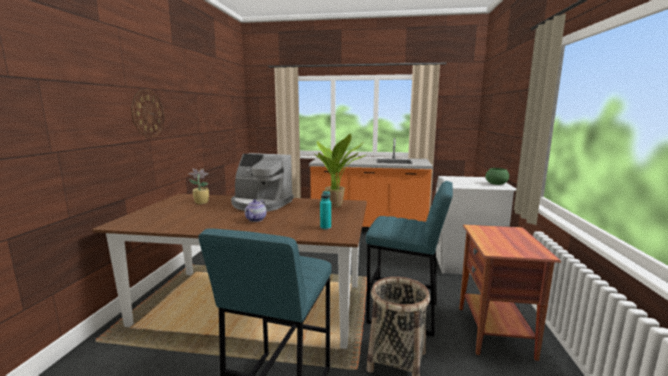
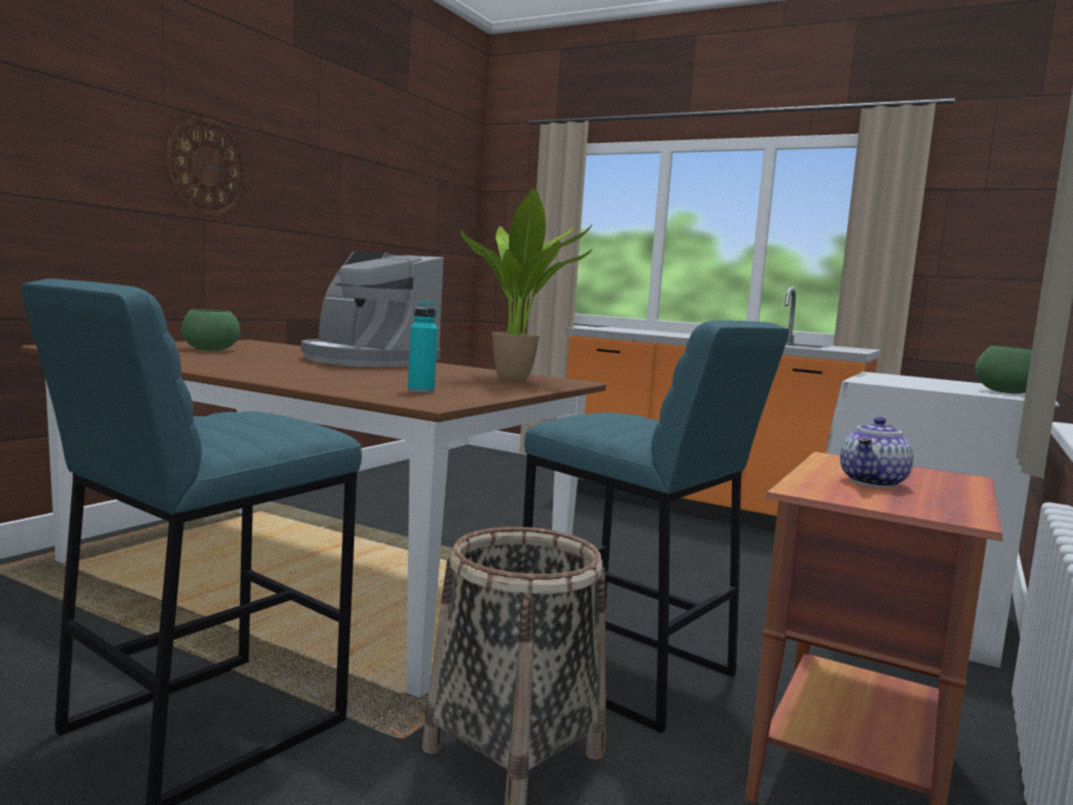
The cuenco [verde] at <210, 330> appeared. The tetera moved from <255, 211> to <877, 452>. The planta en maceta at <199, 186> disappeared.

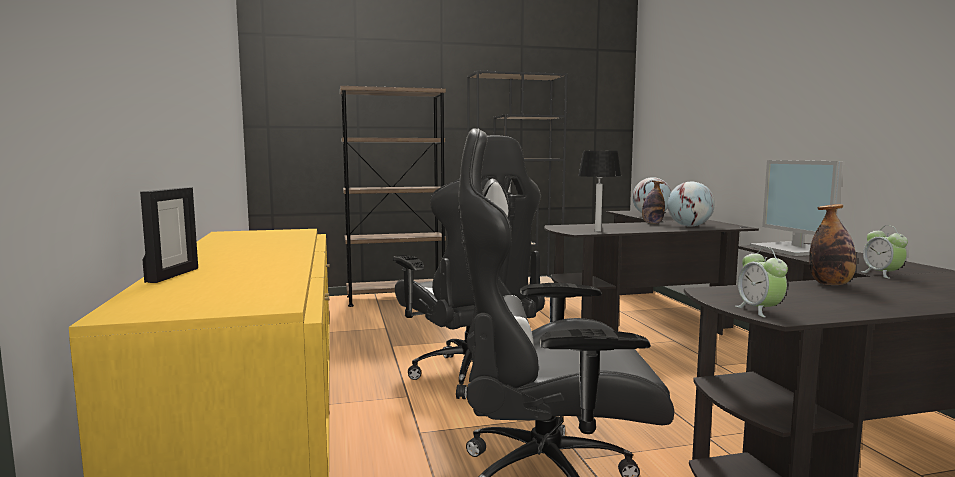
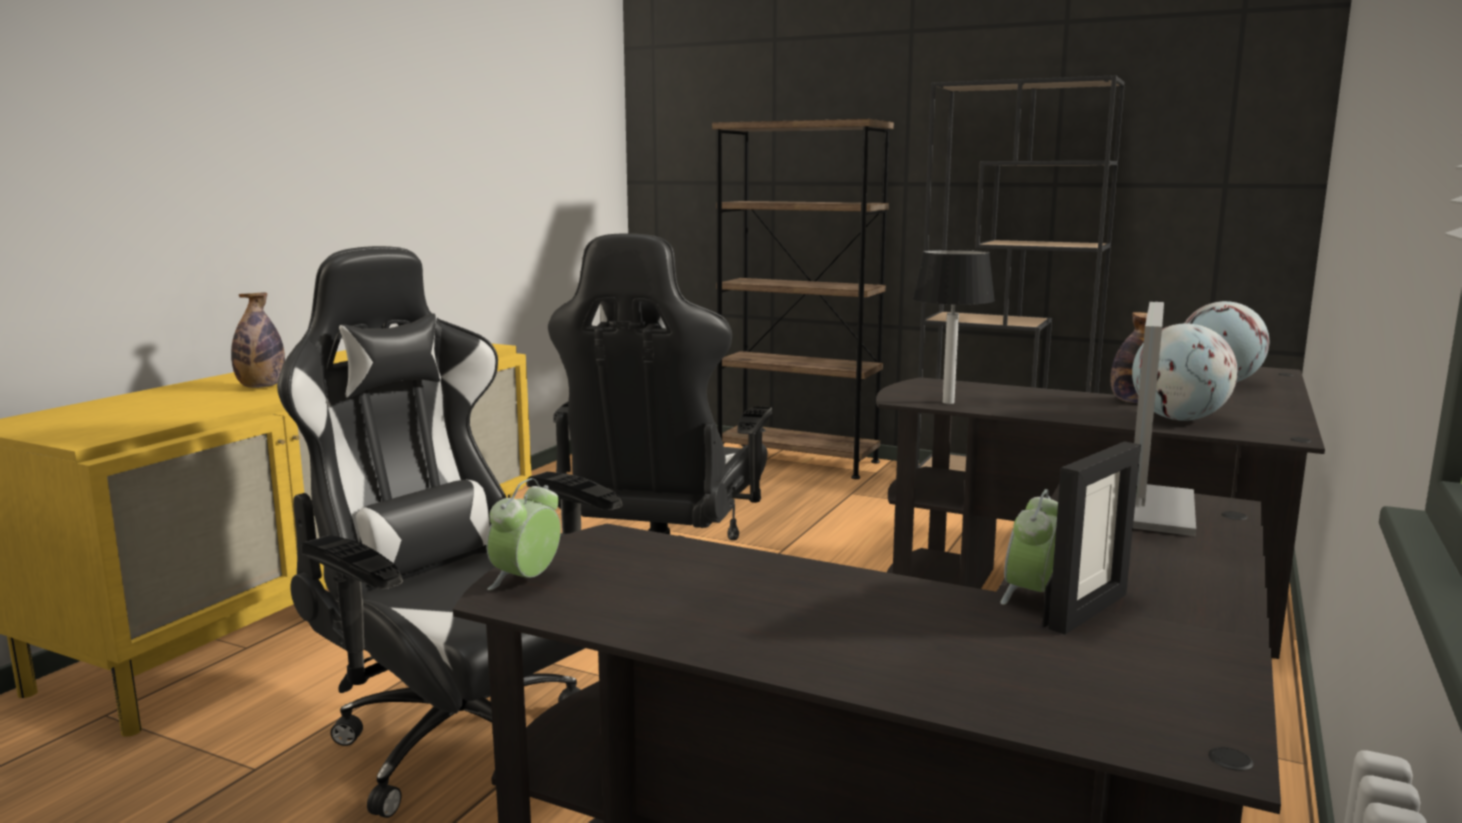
The botella moved from <832, 244> to <258, 340>. The portarretratos moved from <169, 235> to <1091, 538>.

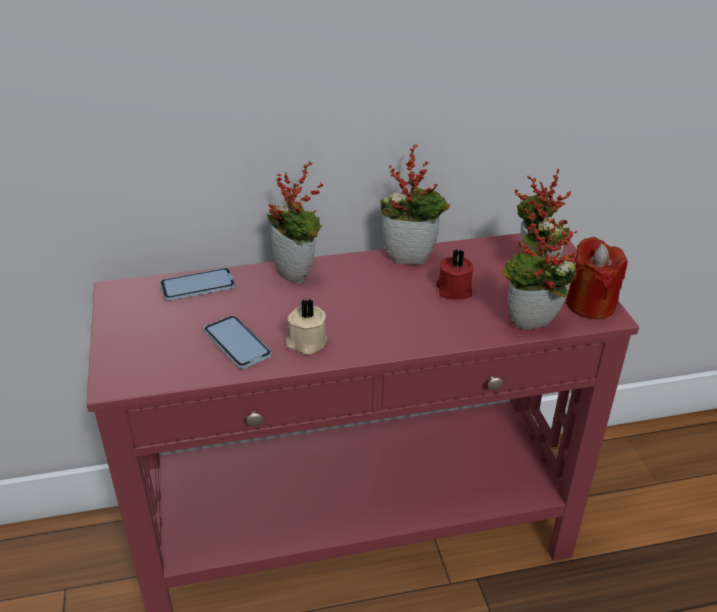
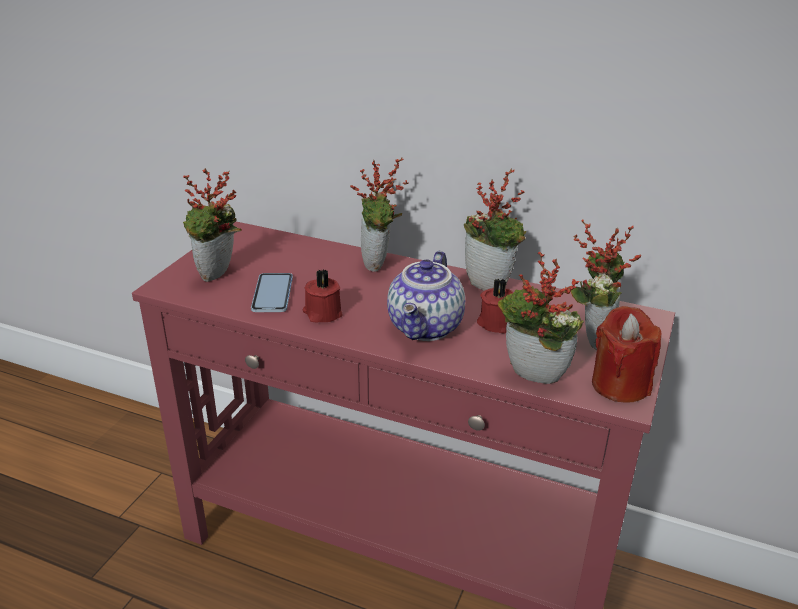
The planta en maceta at <212, 225> appeared. The vela [beis] at <306, 327> became the vela [rojo] at <323, 296>. The tetera at <426, 296> appeared. The móvil at <198, 284> disappeared.

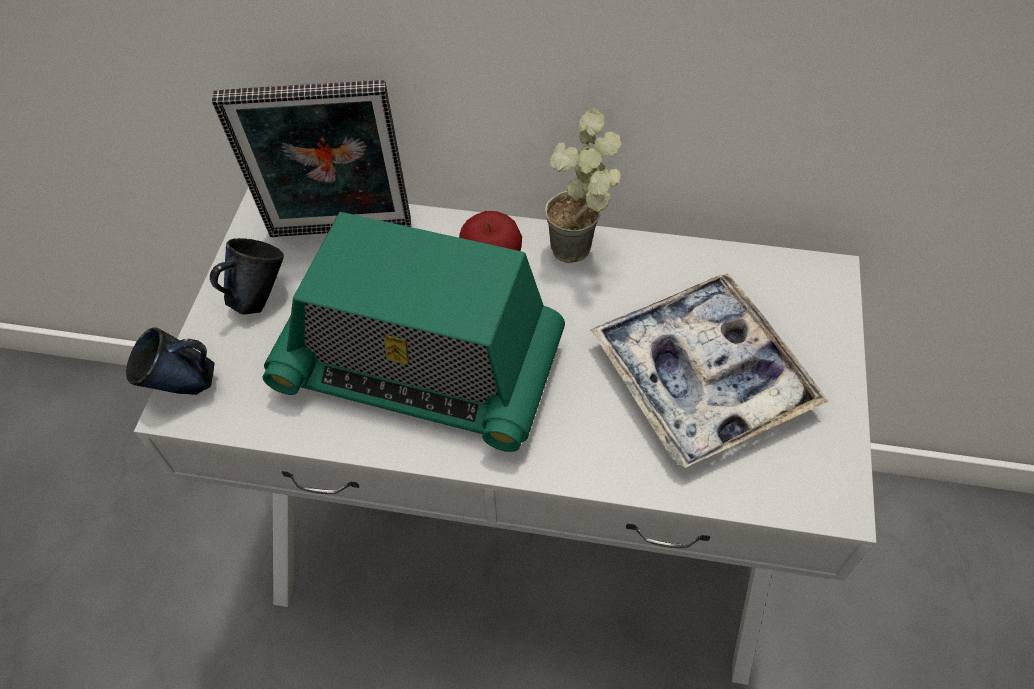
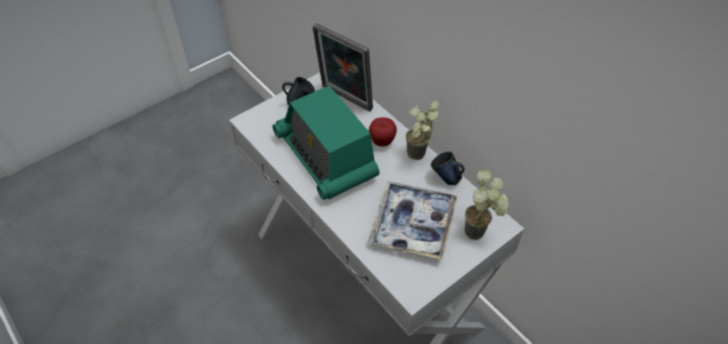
The taza grande [azul] moved from <170, 361> to <448, 168>. The planta en maceta at <486, 204> appeared.

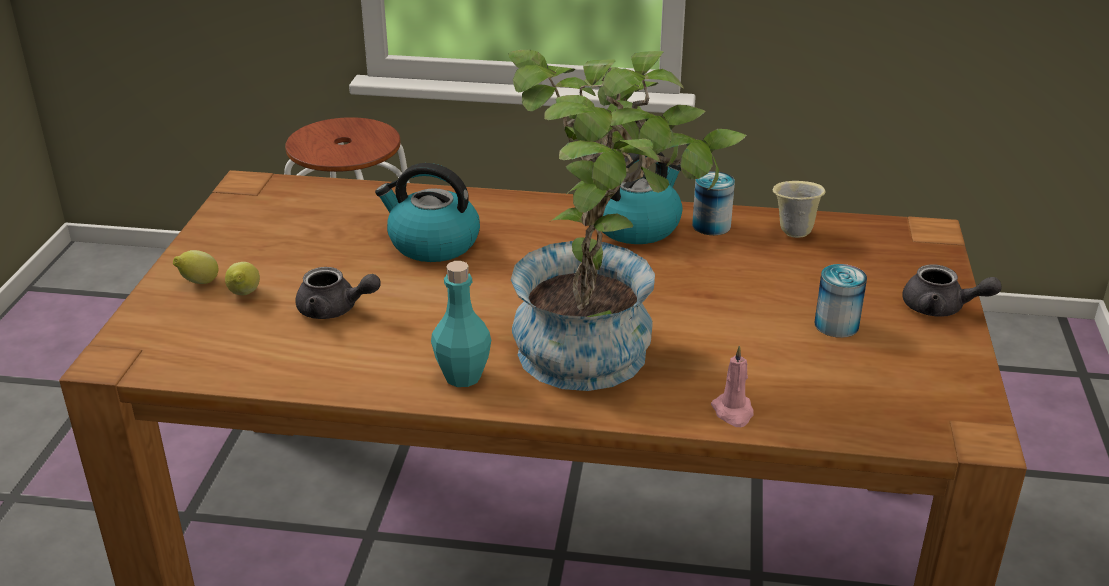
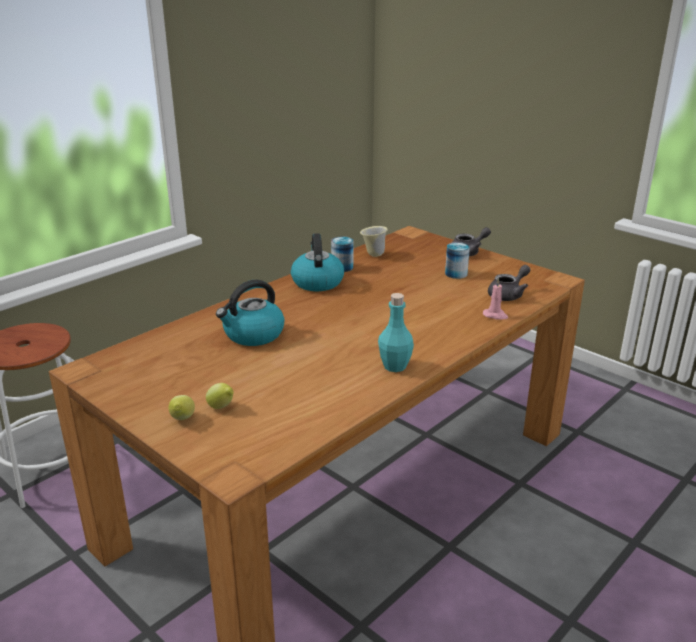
The tetera [gris] moved from <338, 293> to <509, 283>. The planta en maceta at <627, 220> disappeared.

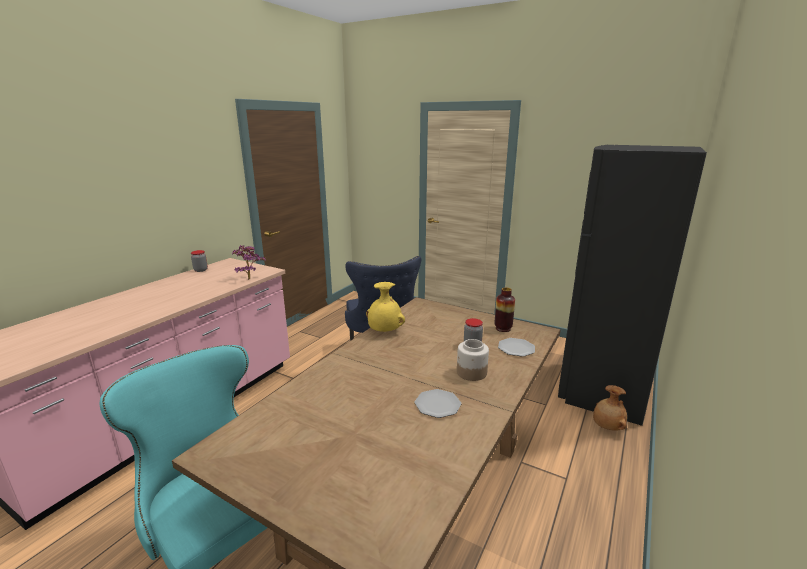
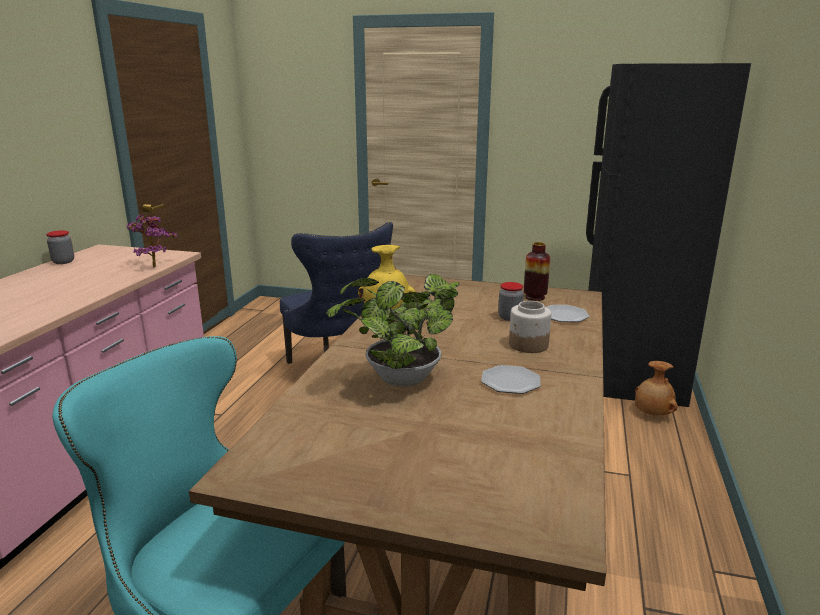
The planta en maceta at <392, 330> appeared.

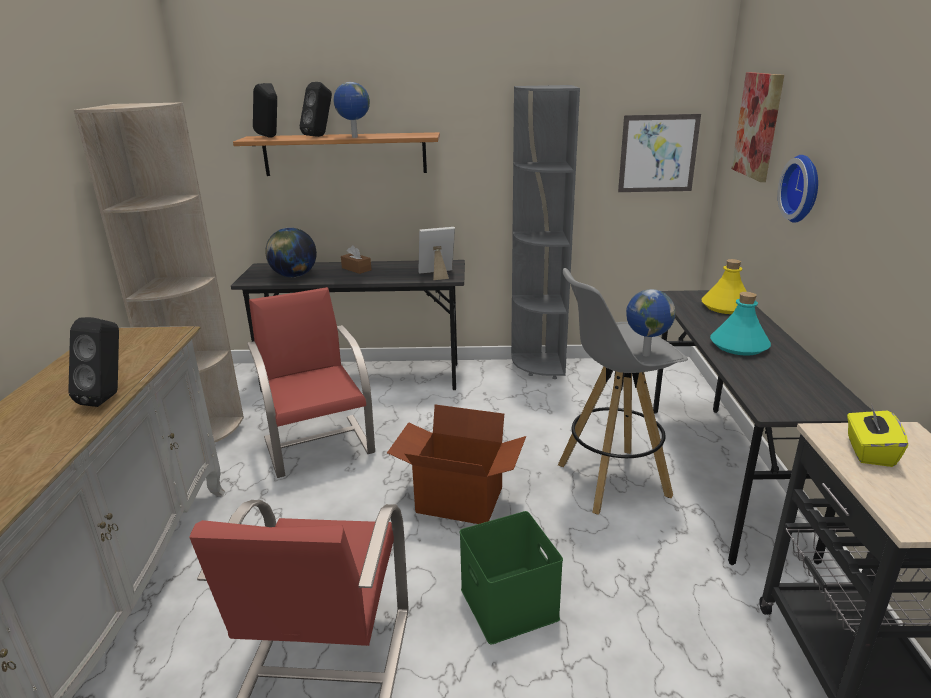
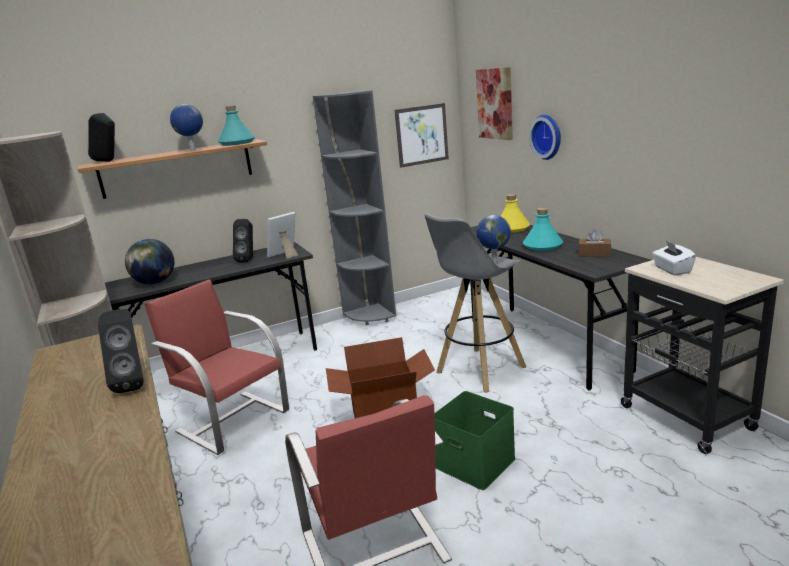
The botella [turquesa] at <236, 126> appeared. The altavoz [negro] moved from <316, 109> to <243, 241>. The caja de pañuelos [marrón] moved from <356, 259> to <594, 243>. The caja de pañuelos [amarillo] at <877, 435> became the caja de pañuelos [blanco] at <674, 257>.

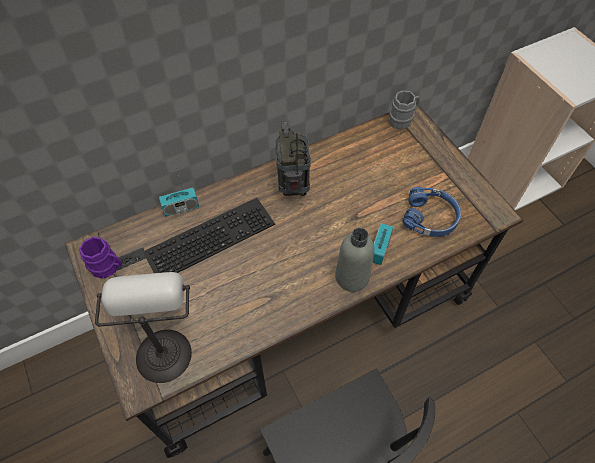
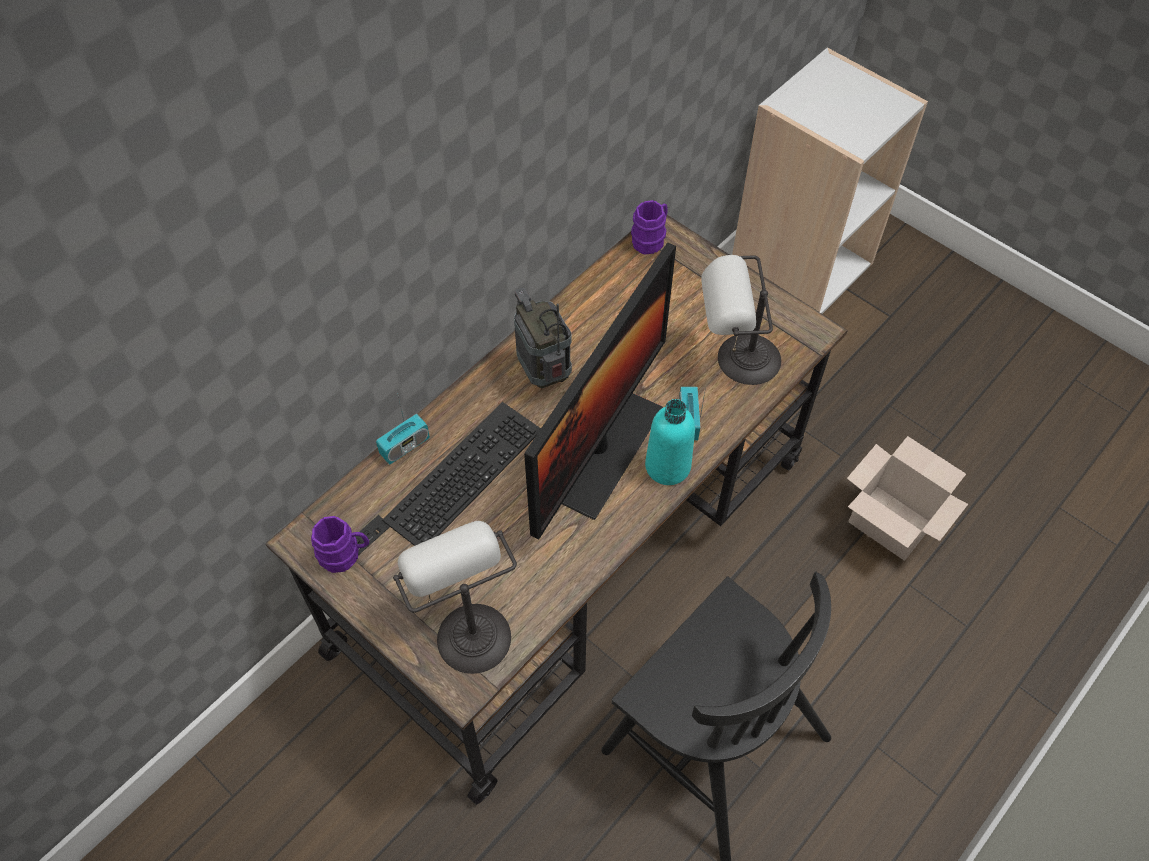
The monitor at <600, 391> appeared. The taza grande [gris] at <404, 110> became the taza grande [morado] at <649, 227>. The botella [gris] at <354, 260> became the botella [turquesa] at <670, 442>. The auriculares [azul] at <432, 212> was replaced by the lámpara de mesa at <741, 320>. The caja de cartón at <907, 498> appeared.

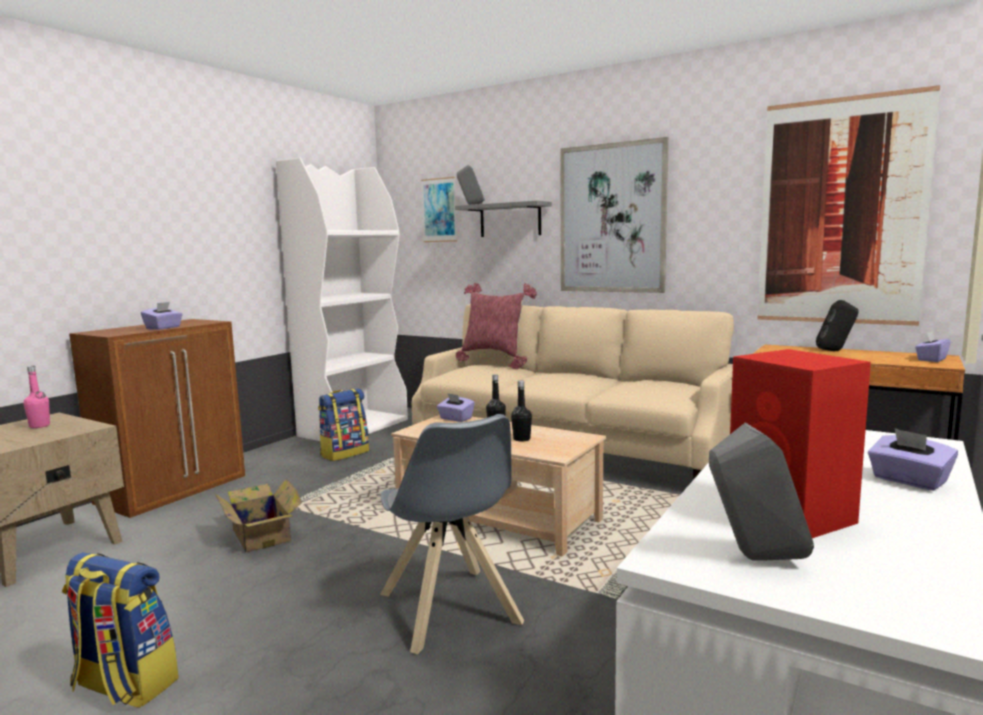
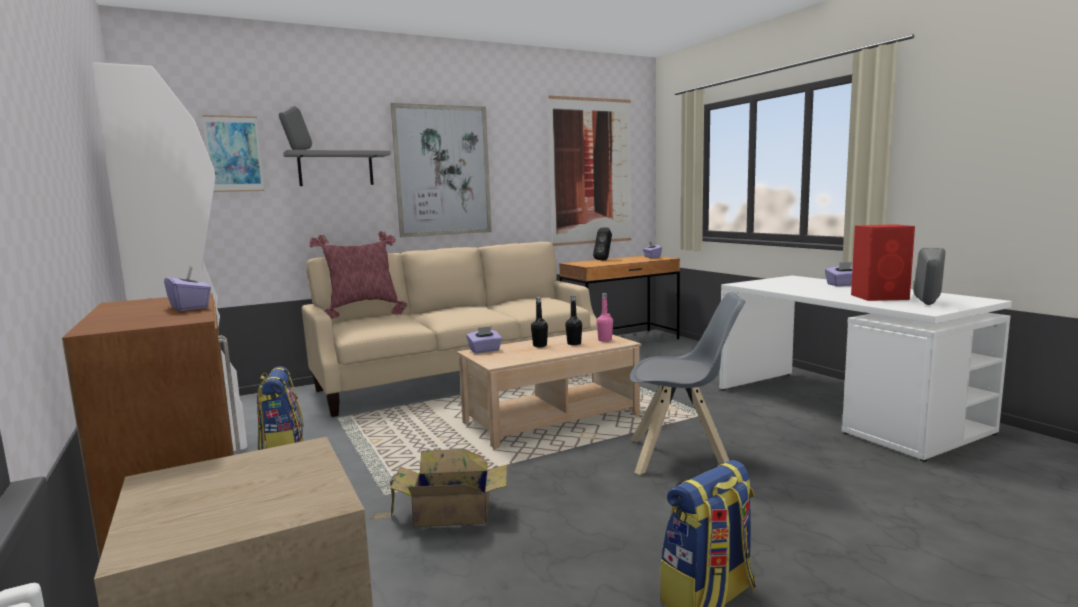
The botella [rosa] moved from <36, 397> to <604, 317>.

